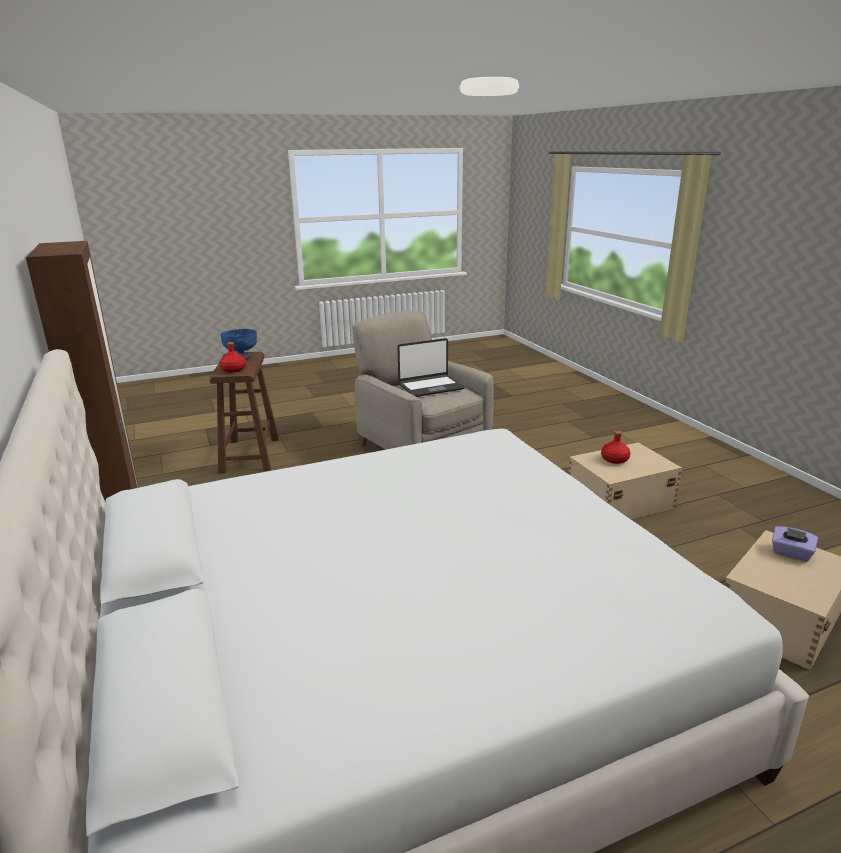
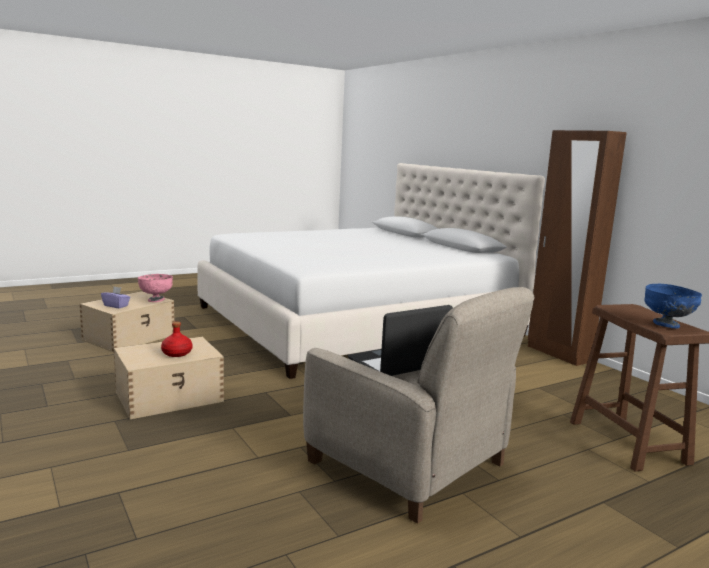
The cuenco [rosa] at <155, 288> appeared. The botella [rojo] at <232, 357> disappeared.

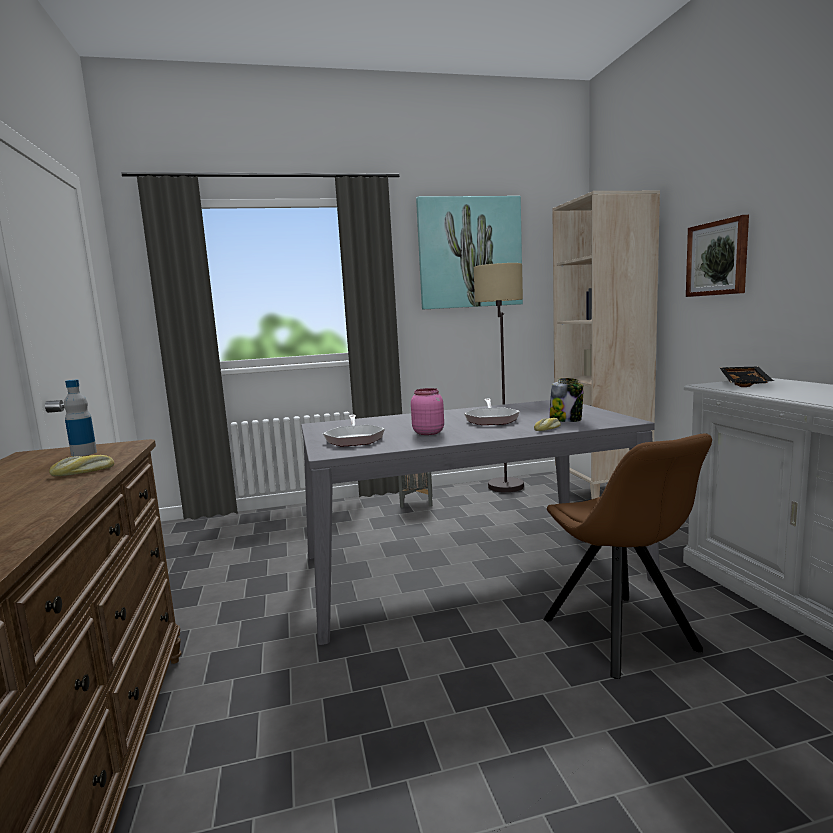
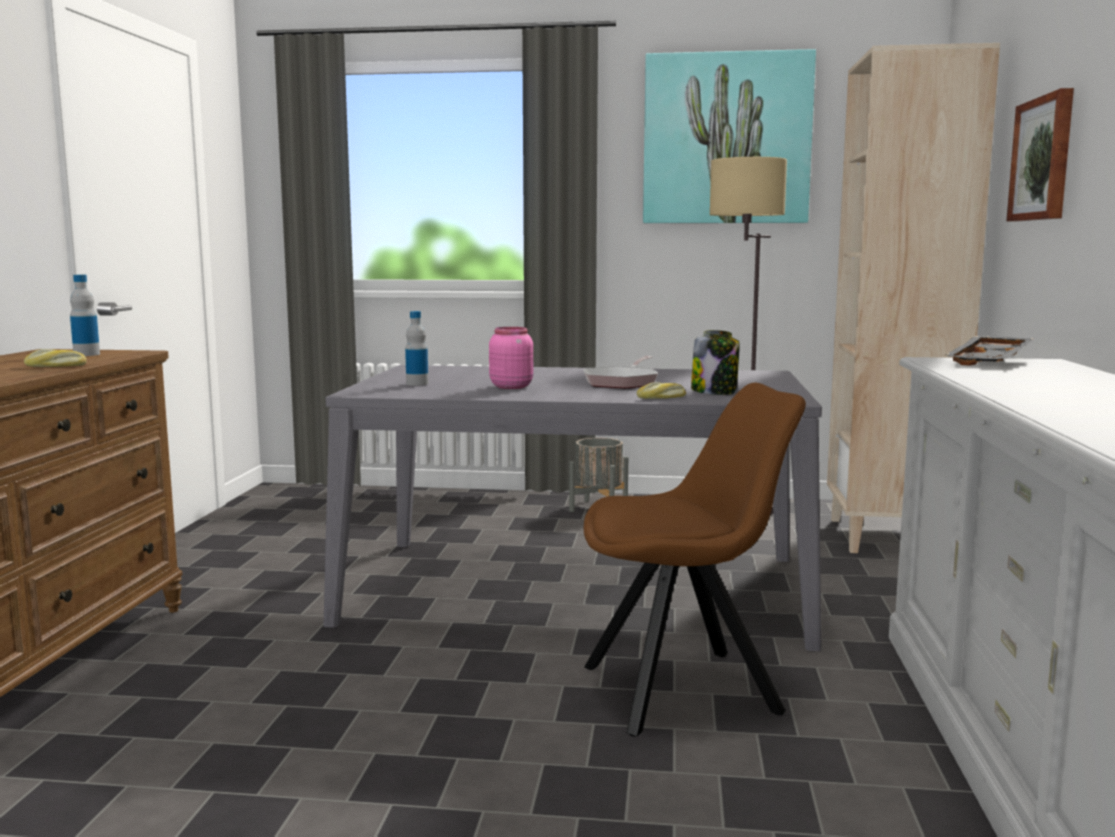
The sartén at <354, 430> was replaced by the botella at <416, 348>. The silla [marrón] at <628, 556> turned 105 degrees counterclockwise.

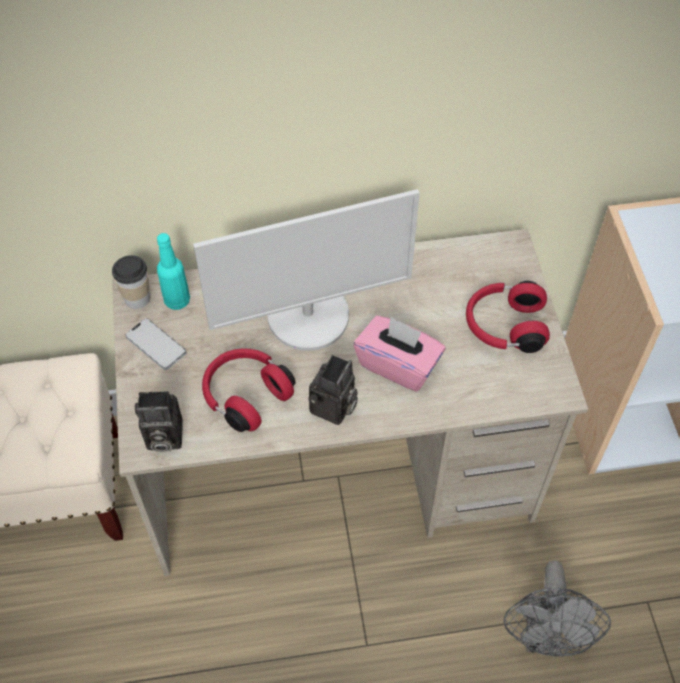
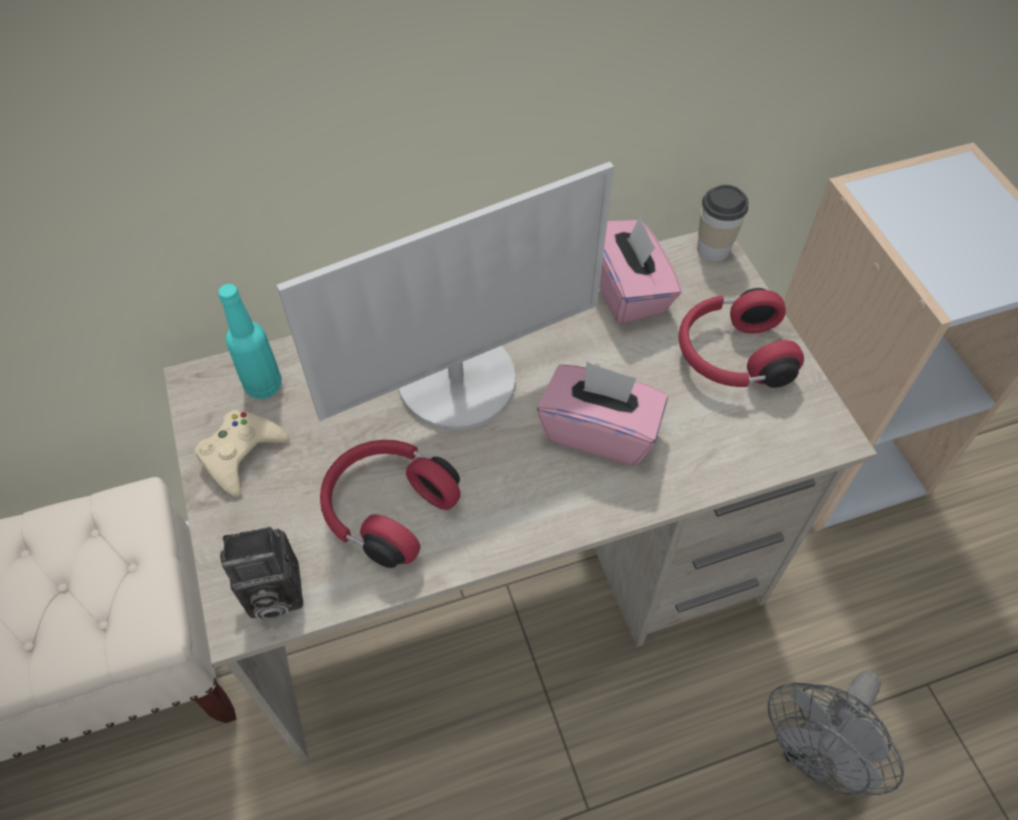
The móvil at <155, 344> was replaced by the mando de consola [beis] at <242, 453>. The caja de pañuelos [rosa] at <640, 269> appeared. The taza moved from <131, 282> to <723, 223>. The ventilador [gris] at <557, 608> turned 45 degrees clockwise. The cámara at <333, 390> disappeared.

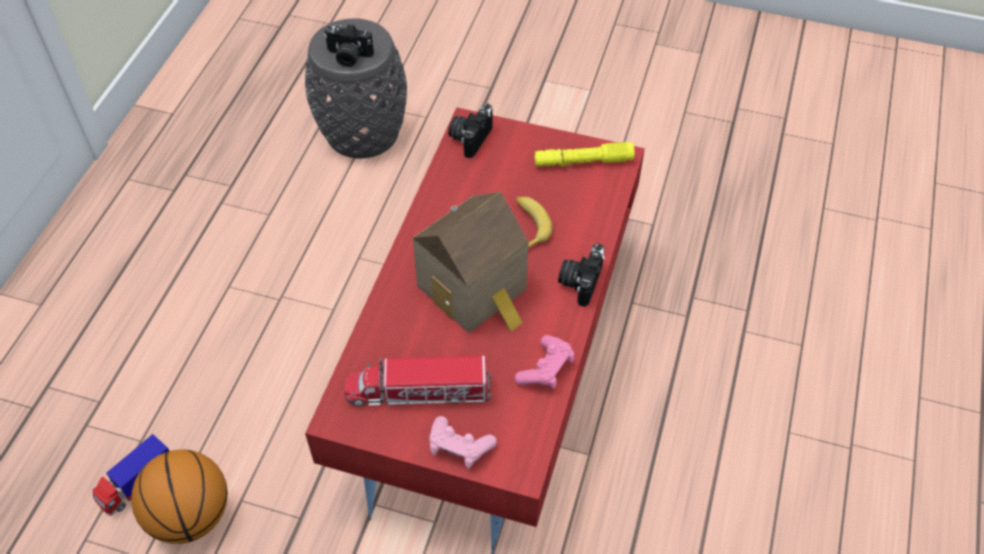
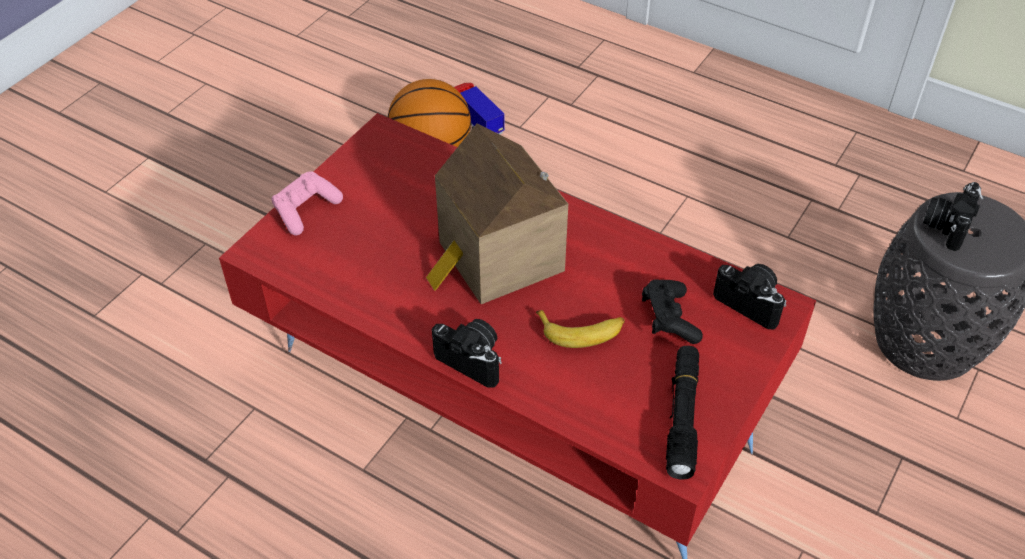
The mando de consola [negro] at <672, 312> appeared. The linterna [amarillo] at <584, 154> became the linterna [negro] at <682, 413>. The camión de juguete at <418, 381> disappeared. The mando de consola [rosa] at <545, 362> disappeared.

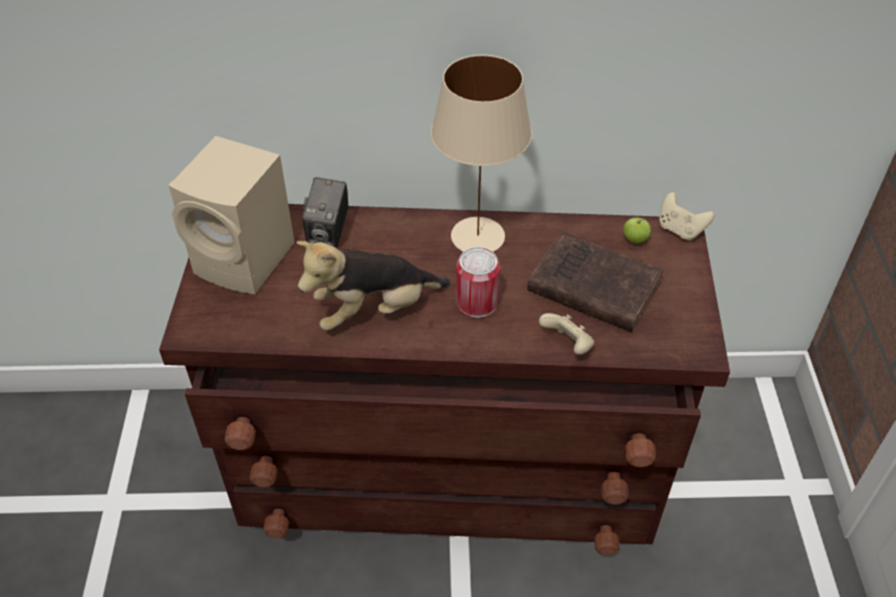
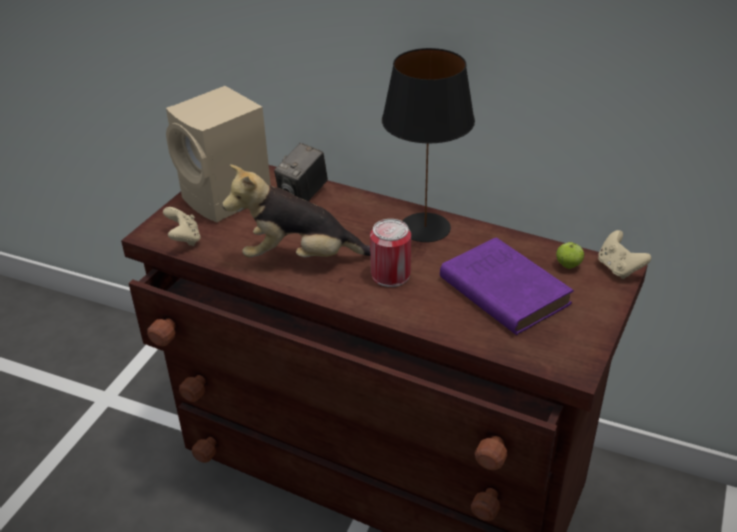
The mando de consola [beis] moved from <566, 334> to <182, 226>. The lámpara de mesa [beis] at <481, 153> became the lámpara de mesa [negro] at <428, 145>. The libro [marrón] at <595, 281> became the libro [morado] at <507, 286>.

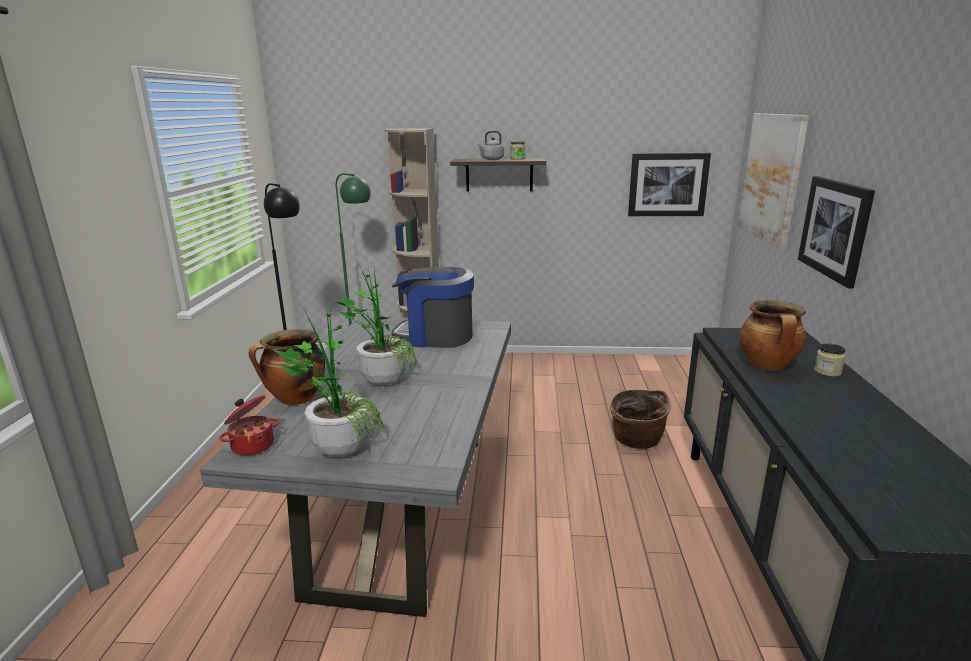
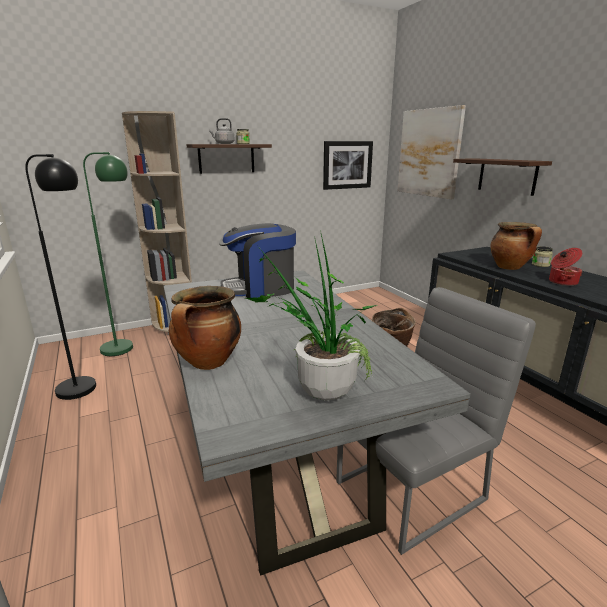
The silla [gris] at <436, 421> appeared. The cuadro at <836, 232> was replaced by the estante at <502, 177>. The olla moved from <249, 425> to <565, 267>. The planta en maceta at <376, 325> disappeared.

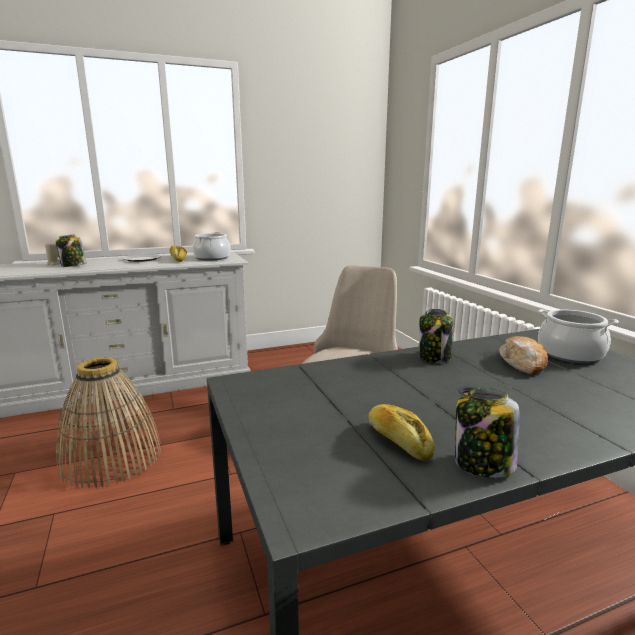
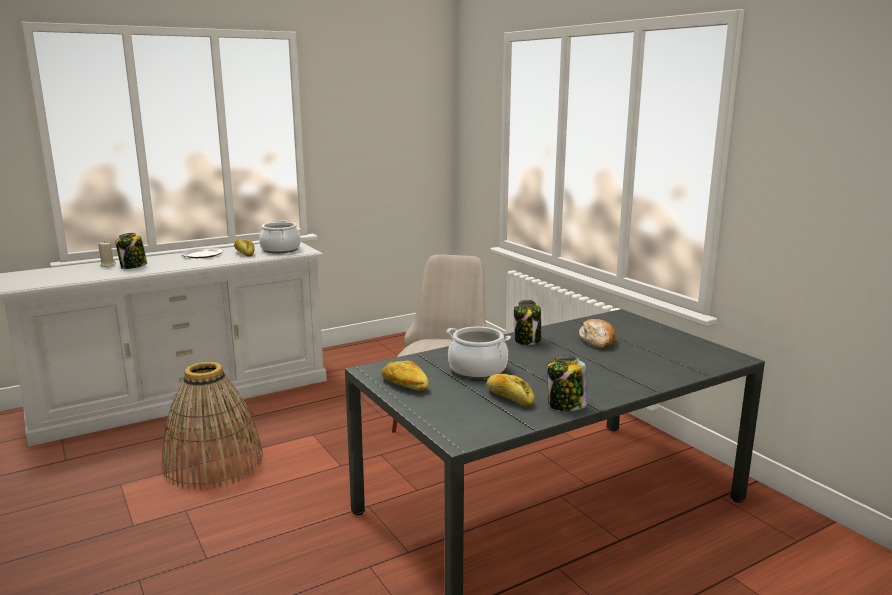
The pan at <405, 375> appeared. The olla moved from <578, 336> to <479, 353>.

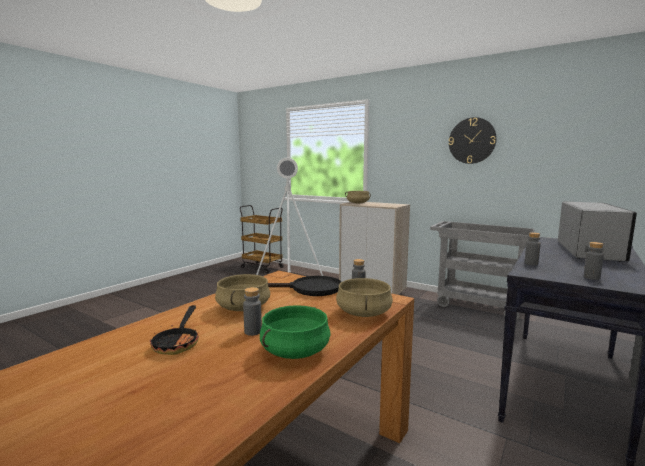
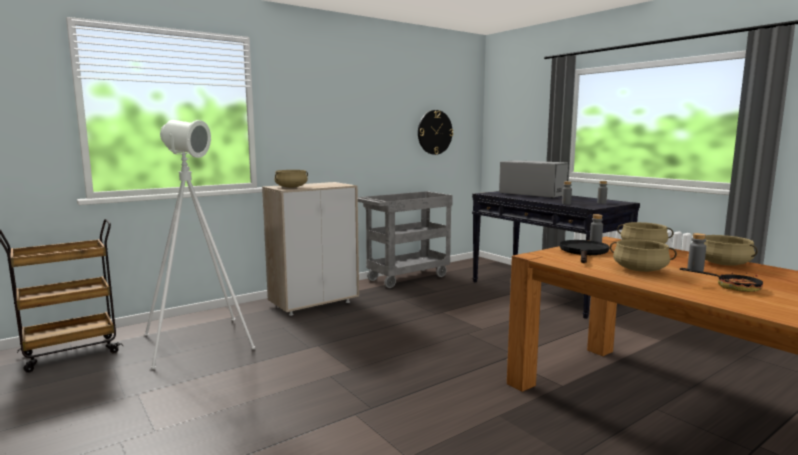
The reloj de pared moved from <473, 140> to <435, 132>. The olla [verde] at <295, 332> became the olla [beis] at <731, 250>.

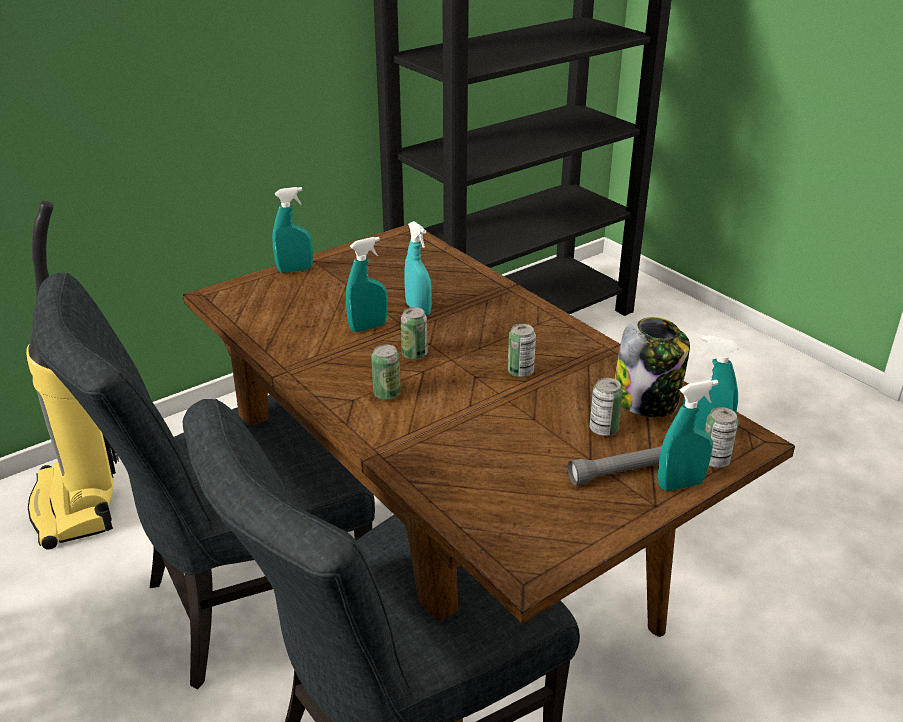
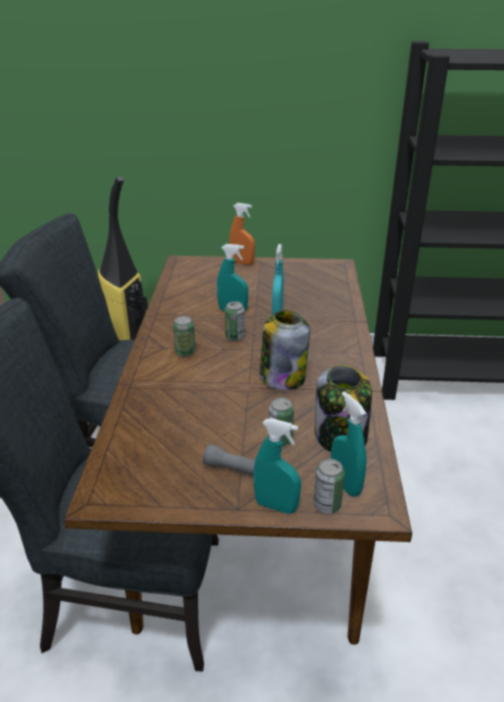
The pulverizador [turquesa] at <292, 230> became the pulverizador [naranja] at <242, 234>. The lata at <522, 351> was replaced by the tarro at <285, 350>.

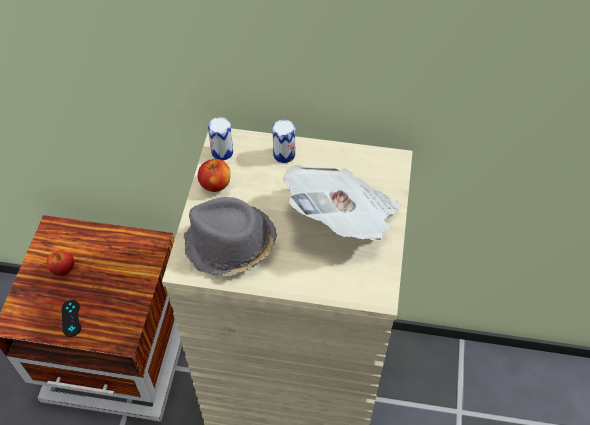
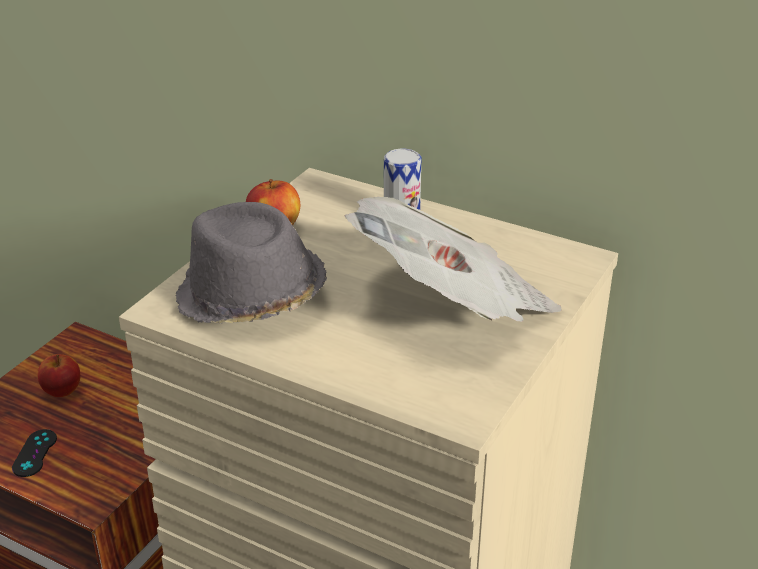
The lata at <220, 139> disappeared.

